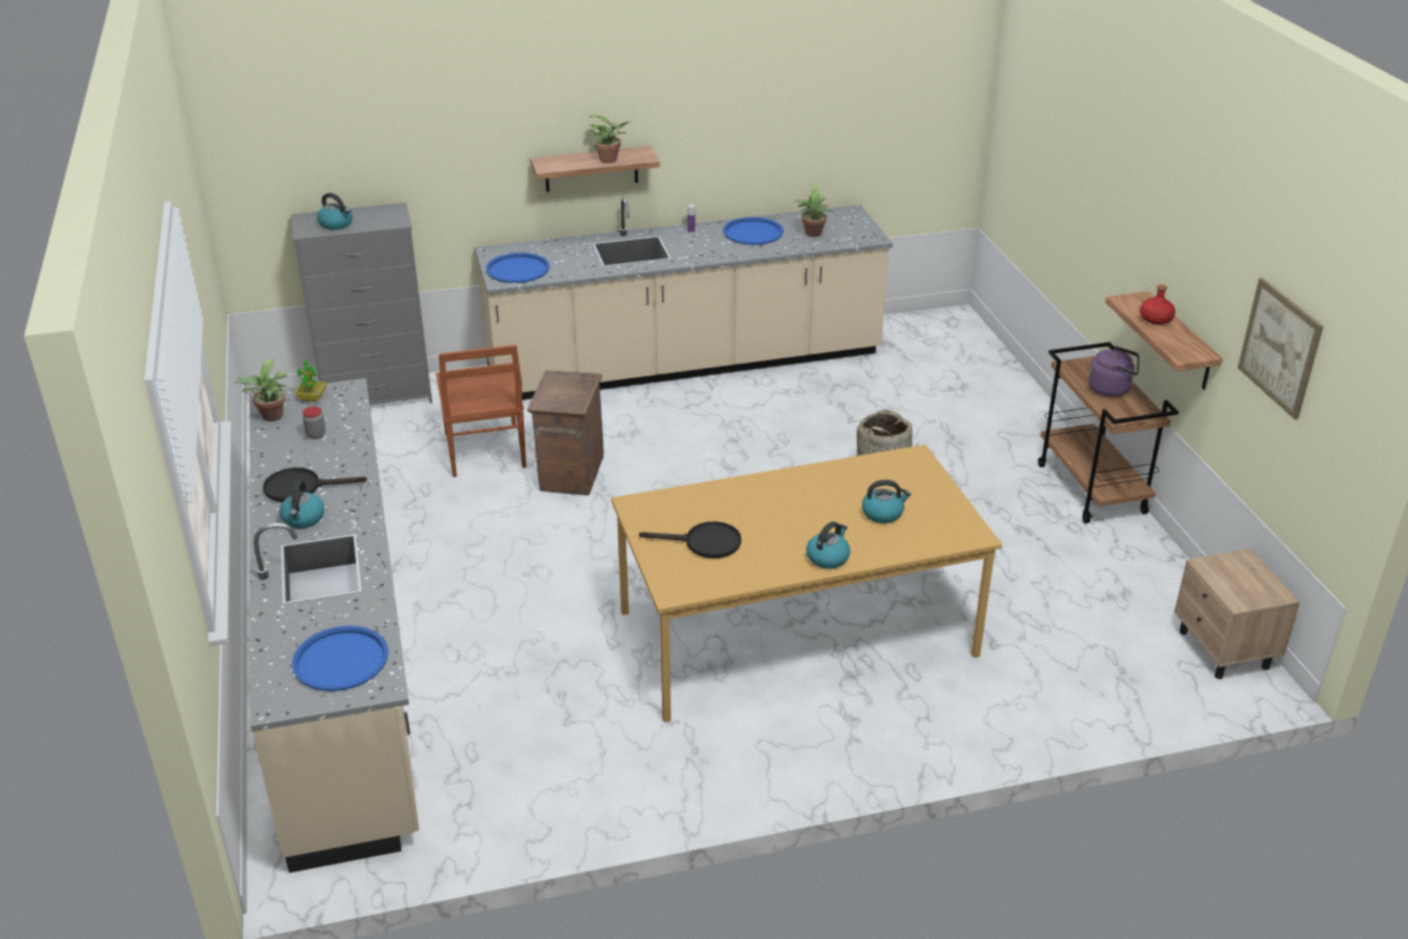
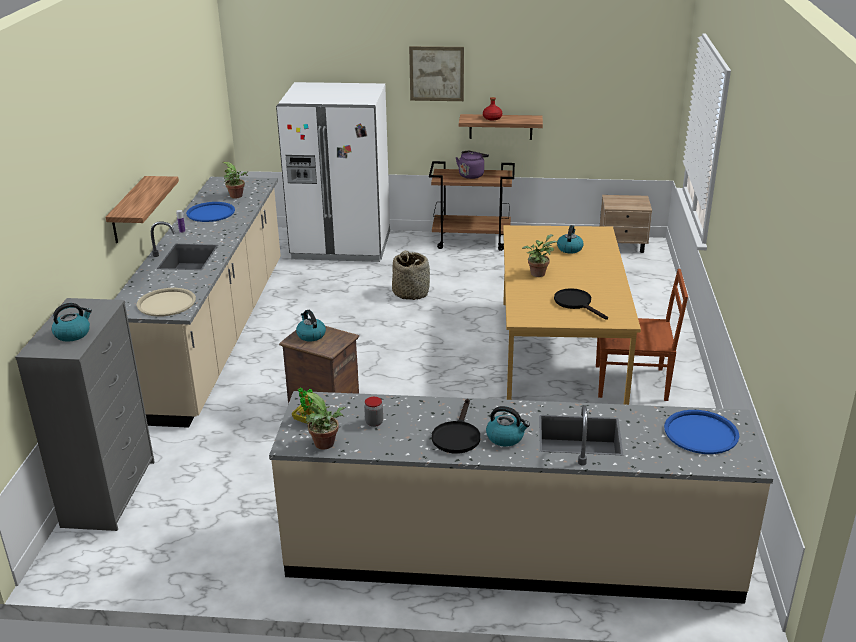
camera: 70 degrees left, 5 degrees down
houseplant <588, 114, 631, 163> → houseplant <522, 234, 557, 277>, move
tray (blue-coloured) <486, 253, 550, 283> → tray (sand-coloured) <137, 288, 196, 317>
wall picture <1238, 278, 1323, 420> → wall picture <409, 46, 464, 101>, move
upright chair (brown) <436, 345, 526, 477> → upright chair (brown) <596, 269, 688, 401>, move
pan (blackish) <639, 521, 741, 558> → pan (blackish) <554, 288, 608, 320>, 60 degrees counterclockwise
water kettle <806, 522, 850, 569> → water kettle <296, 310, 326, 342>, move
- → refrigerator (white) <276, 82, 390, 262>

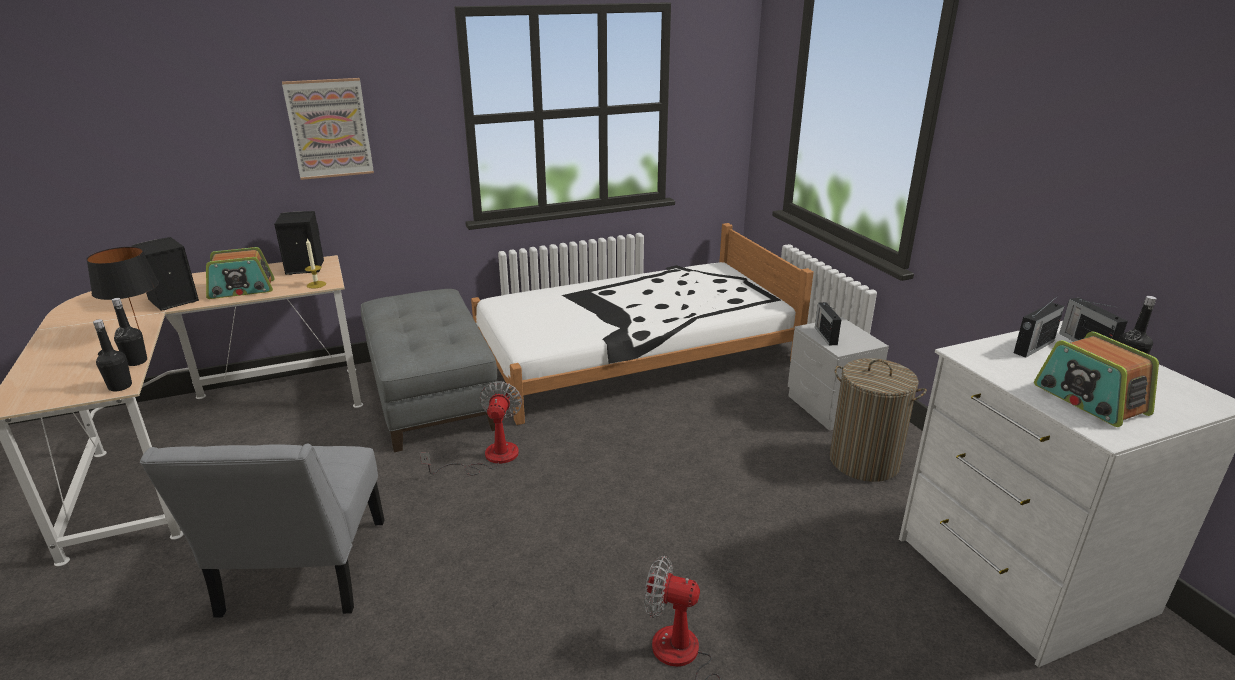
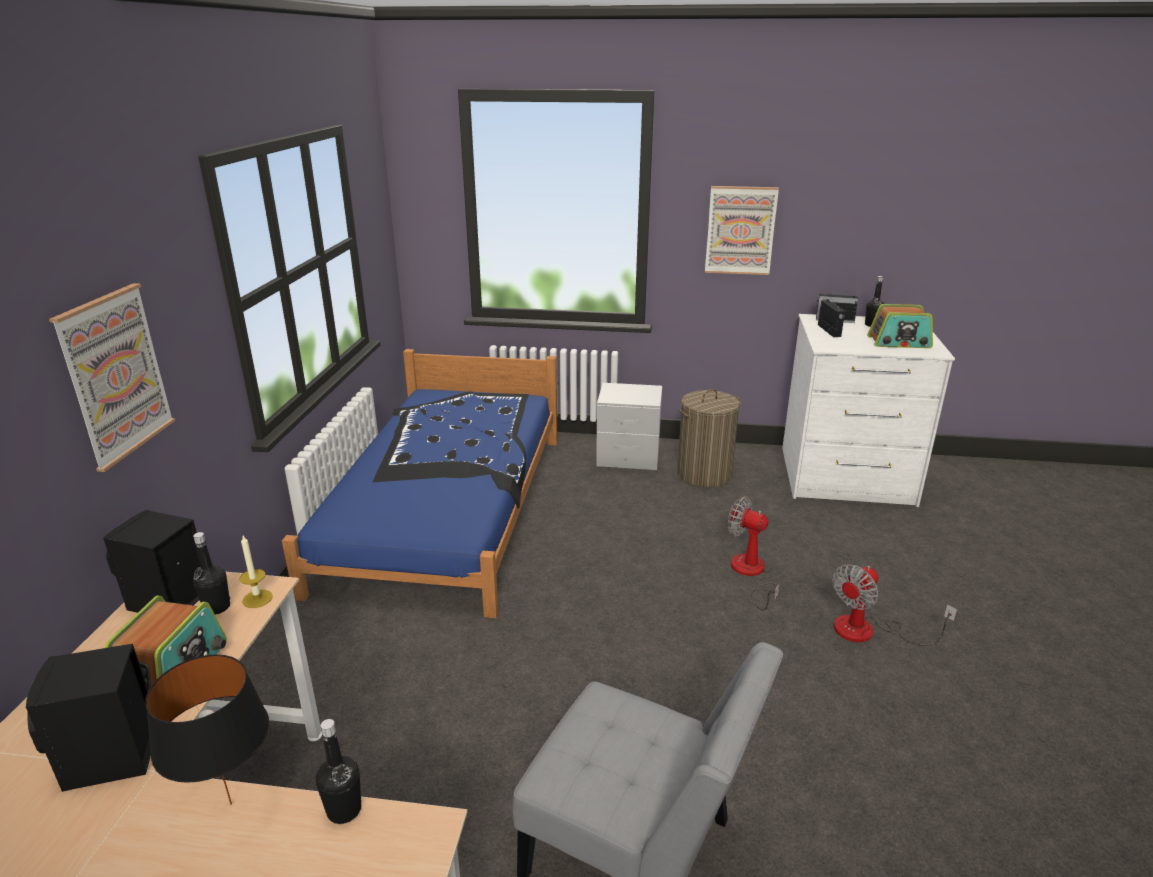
camera: 60 degrees left, 0 degrees up
bed (white) <471, 223, 814, 425> → bed (blue-coloured) <282, 349, 558, 618>
footrest (greyish) <361, 289, 497, 452> → -
radio set <815, 302, 841, 346> → -
beverage bottle (blackish) <93, 319, 132, 391> → beverage bottle (blackish) <193, 532, 230, 615>, move
fan <420, 381, 522, 476> → fan <728, 496, 779, 610>, move
- → wall picture <705, 186, 779, 275>

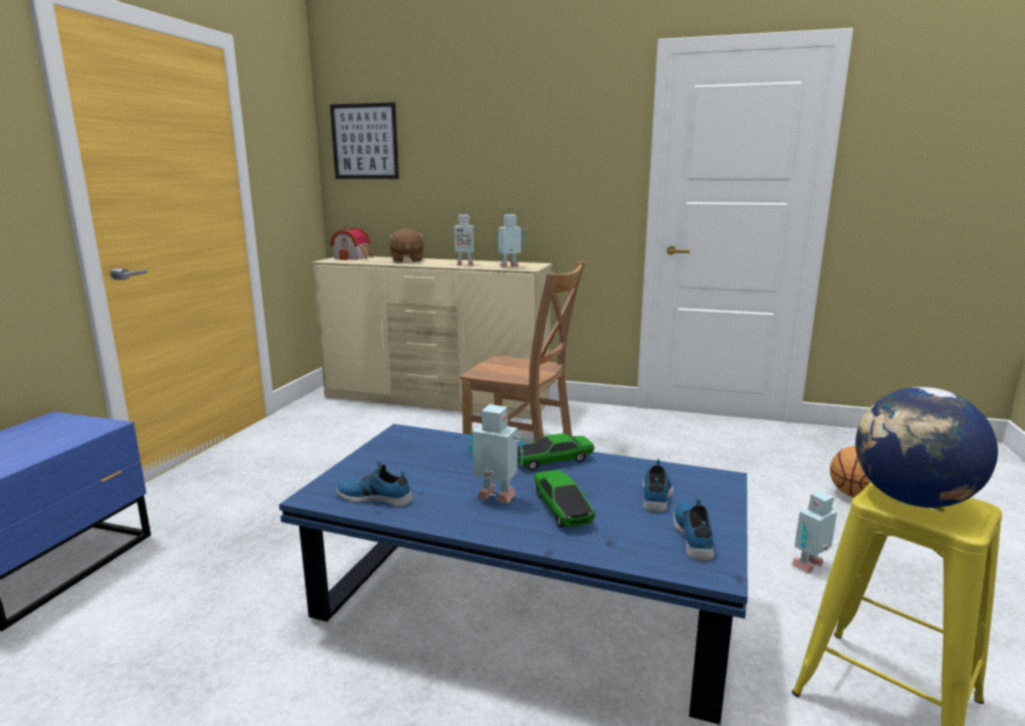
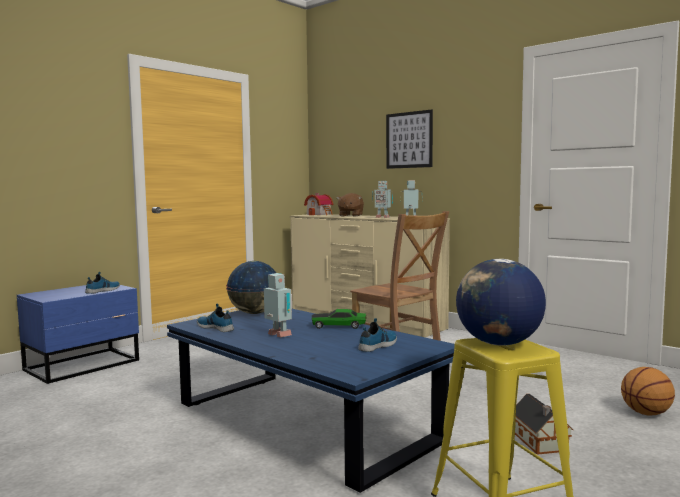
camera: 25 degrees right, 10 degrees down
wall picture <330, 102, 399, 179> → wall picture <386, 109, 433, 169>, move
miniature car <534, 470, 595, 528> → -
model robot <792, 490, 837, 573> → model house <515, 394, 574, 455>
low shoe <673, 498, 714, 561> → low shoe <85, 272, 120, 294>, move
- → globe <226, 261, 276, 314>

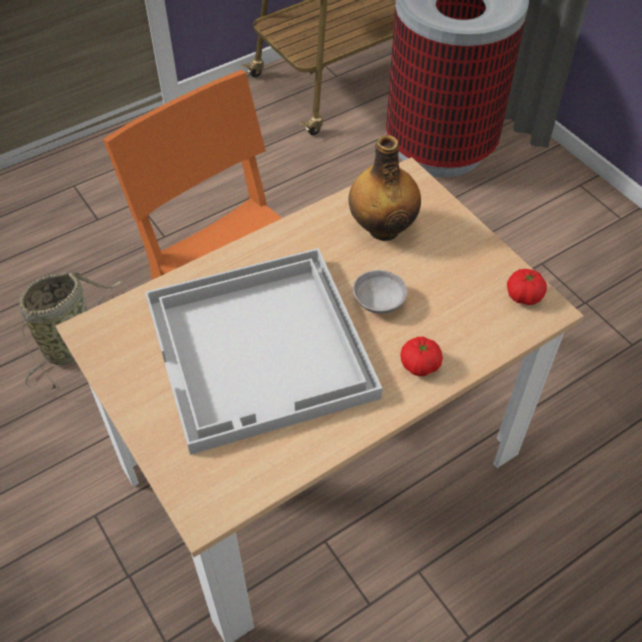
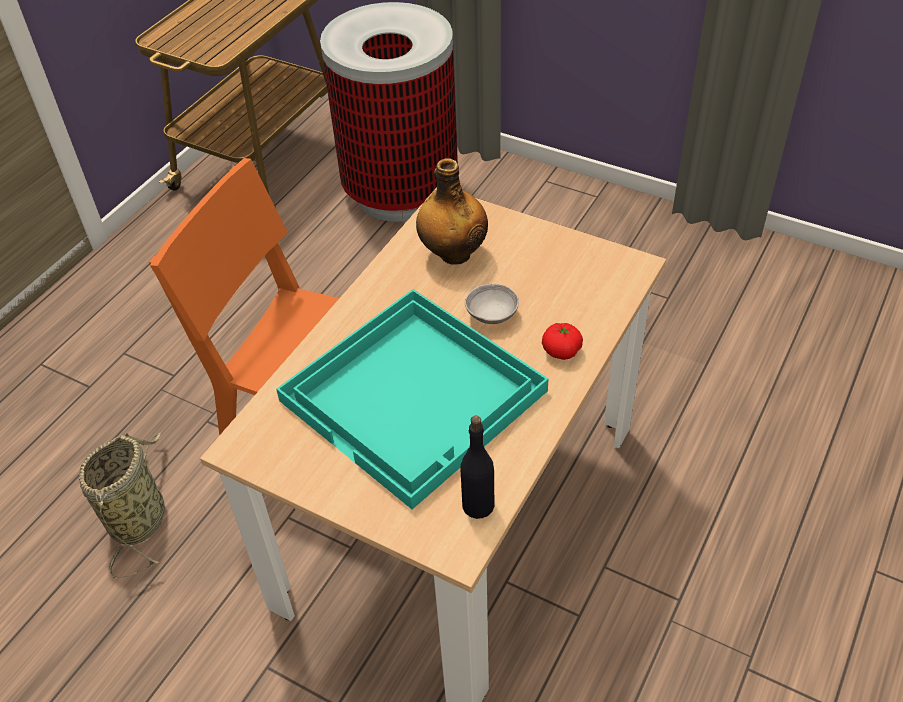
camera: 25 degrees left, 5 degrees down
tray (white) <145, 248, 382, 455> → tray (turquoise) <276, 289, 548, 509>
tomato <507, 269, 547, 305> → -
- → beverage bottle (blackish) <460, 416, 494, 519>

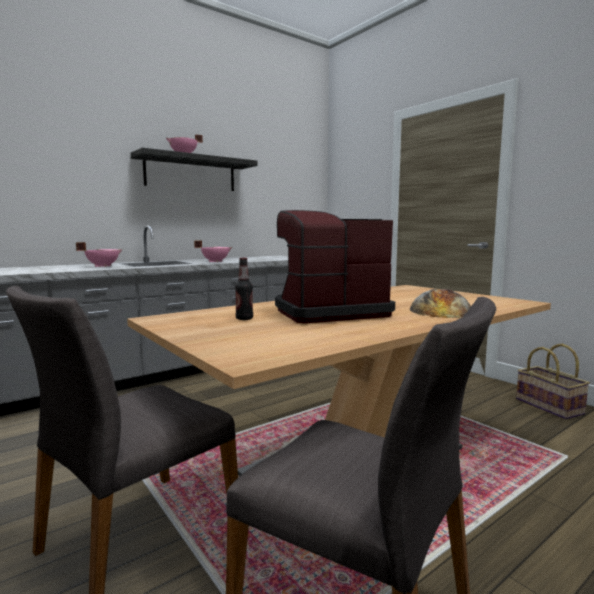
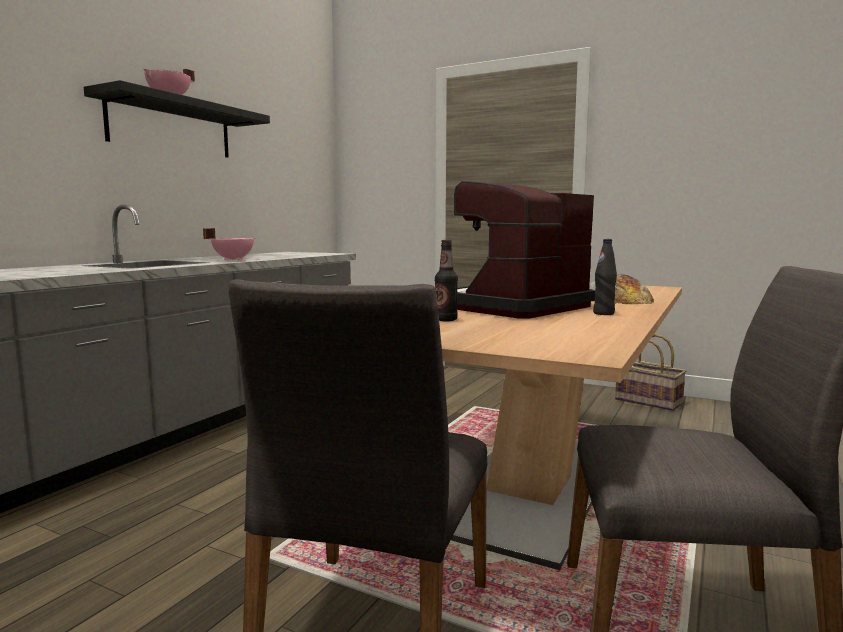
camera: 25 degrees left, 0 degrees up
cooking pot (pinkish) <76, 242, 123, 267> → -
- → beverage bottle (blackish) <593, 239, 617, 315>

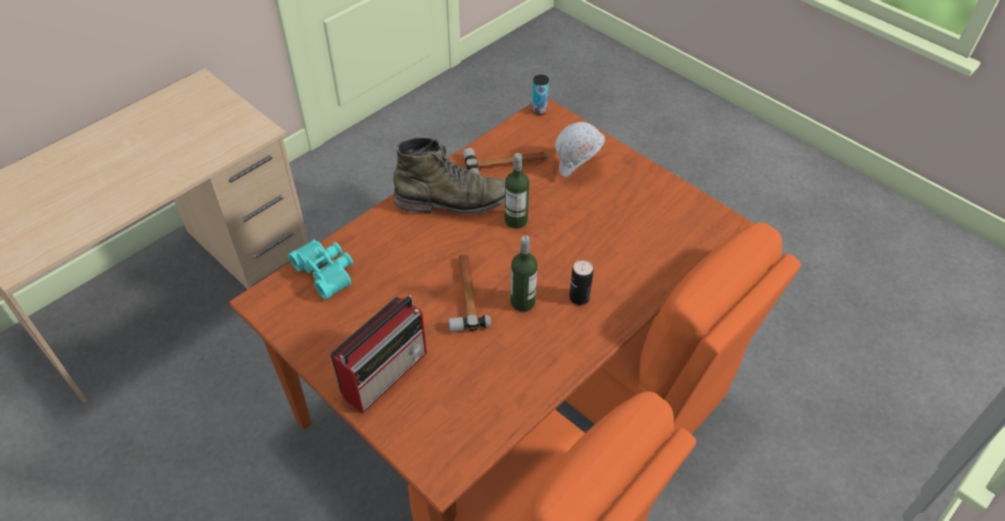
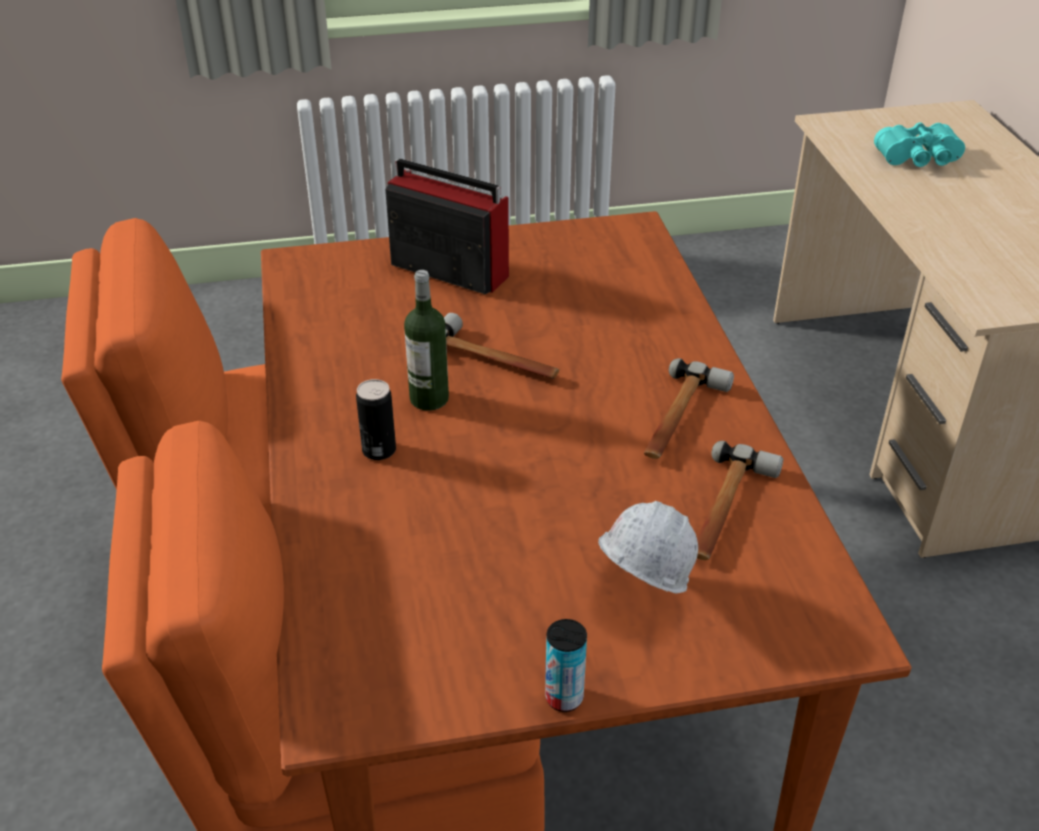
camera: 125 degrees right, 10 degrees down
sealed can <532, 75, 549, 115> → sealed can <545, 619, 587, 712>, move
high-top boot (green-coloured) <393, 137, 506, 214> → hand hammer <644, 358, 734, 459>
beverage bottle <505, 153, 529, 229> → -
binoculars (turquoise) <288, 239, 353, 300> → binoculars (turquoise) <874, 122, 965, 167>, move
radio set <330, 295, 427, 414> → radio set <385, 159, 509, 294>, 135 degrees clockwise

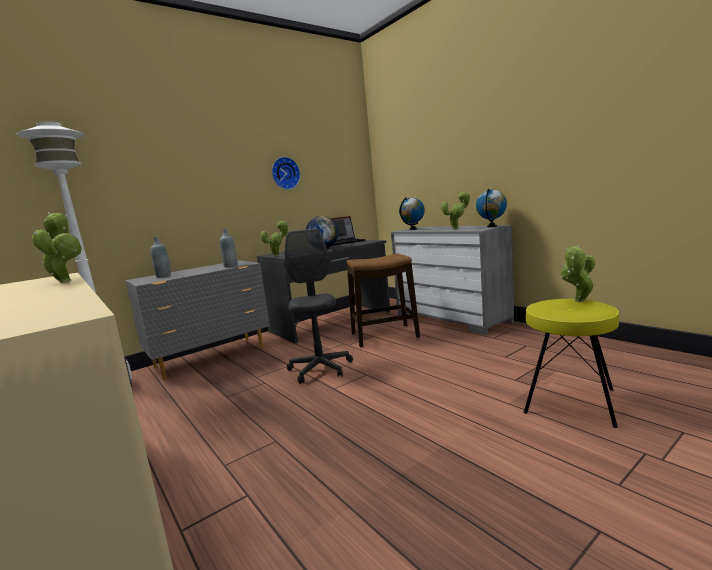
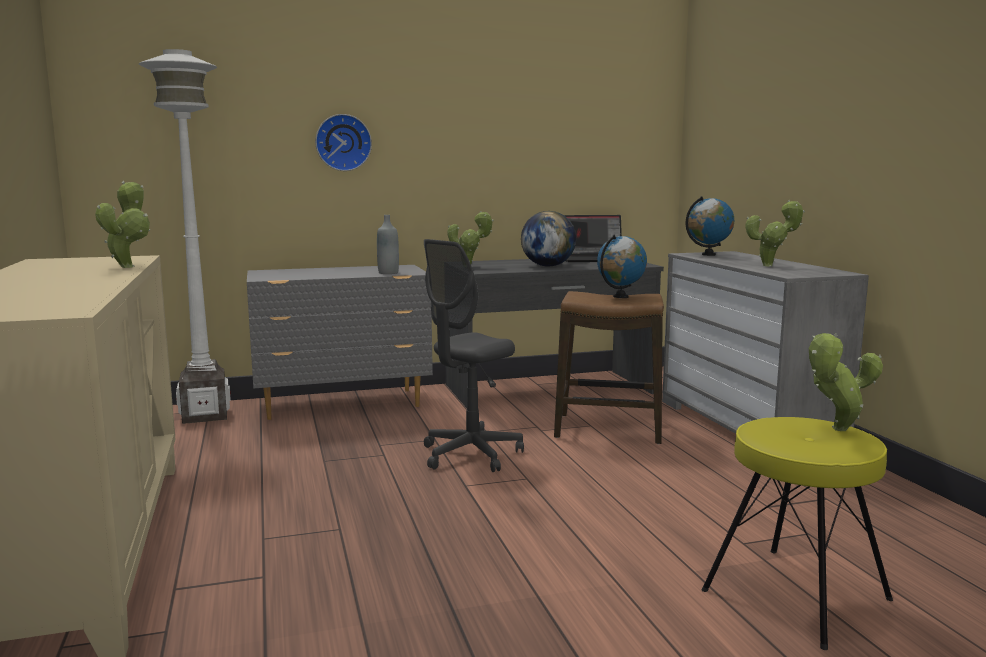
camera: 20 degrees right, 0 degrees up
wall clock <272, 157, 300, 190> → wall clock <315, 114, 372, 171>, move
globe <476, 189, 507, 227> → globe <597, 235, 647, 298>, move
office chair (greyish) <285, 229, 353, 384> → office chair (greyish) <424, 239, 524, 472>, 150 degrees counterclockwise
beverage bottle (greyish) <150, 236, 171, 278> → -

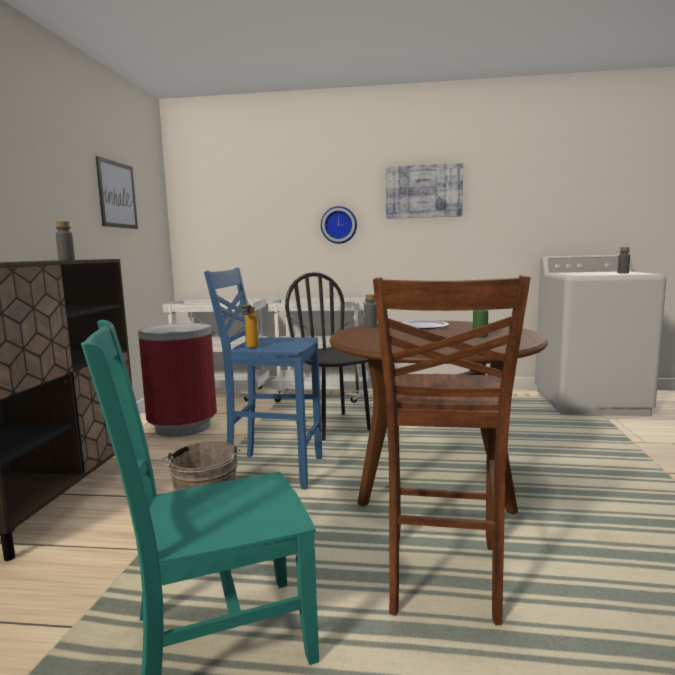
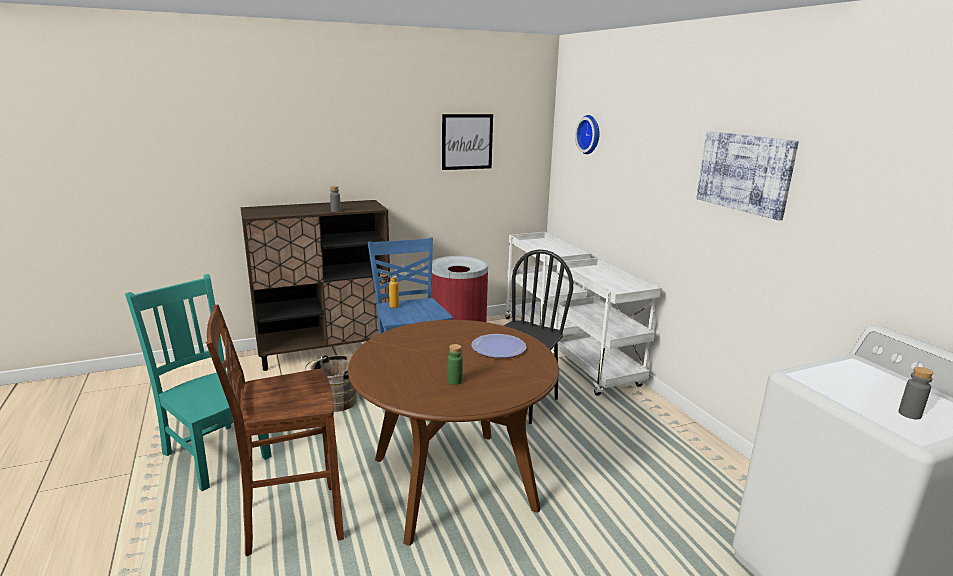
camera: 60 degrees right, 10 degrees up
wall clock <321, 206, 357, 244> → wall clock <575, 115, 599, 154>, move
beverage bottle (greyish) <364, 295, 377, 328> → -

